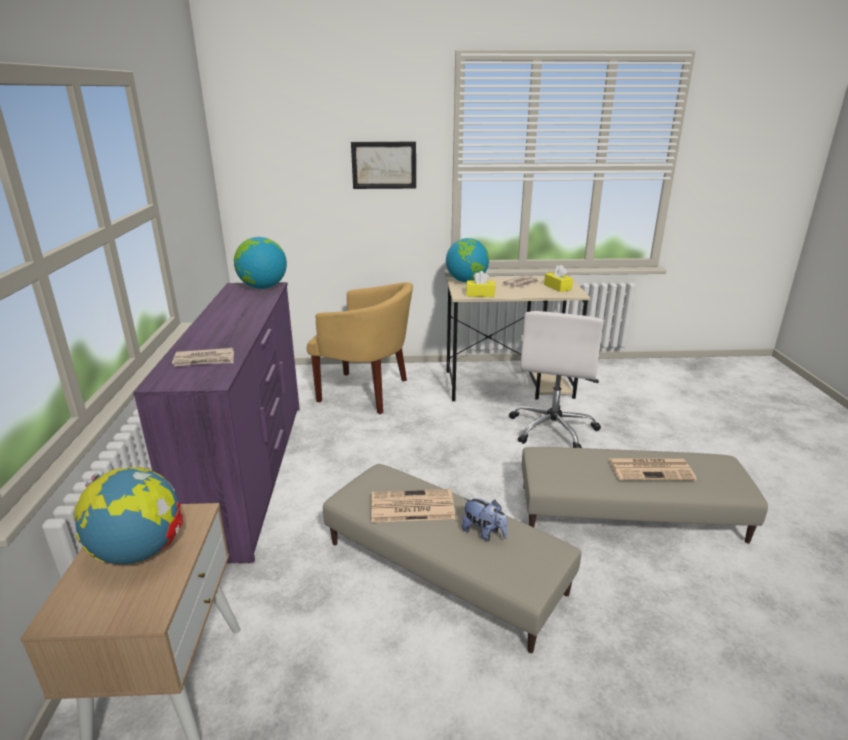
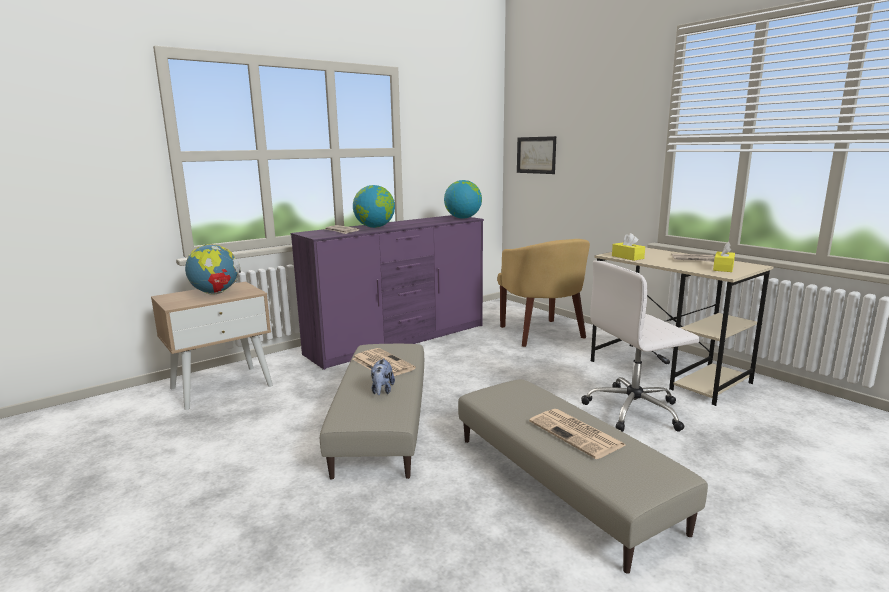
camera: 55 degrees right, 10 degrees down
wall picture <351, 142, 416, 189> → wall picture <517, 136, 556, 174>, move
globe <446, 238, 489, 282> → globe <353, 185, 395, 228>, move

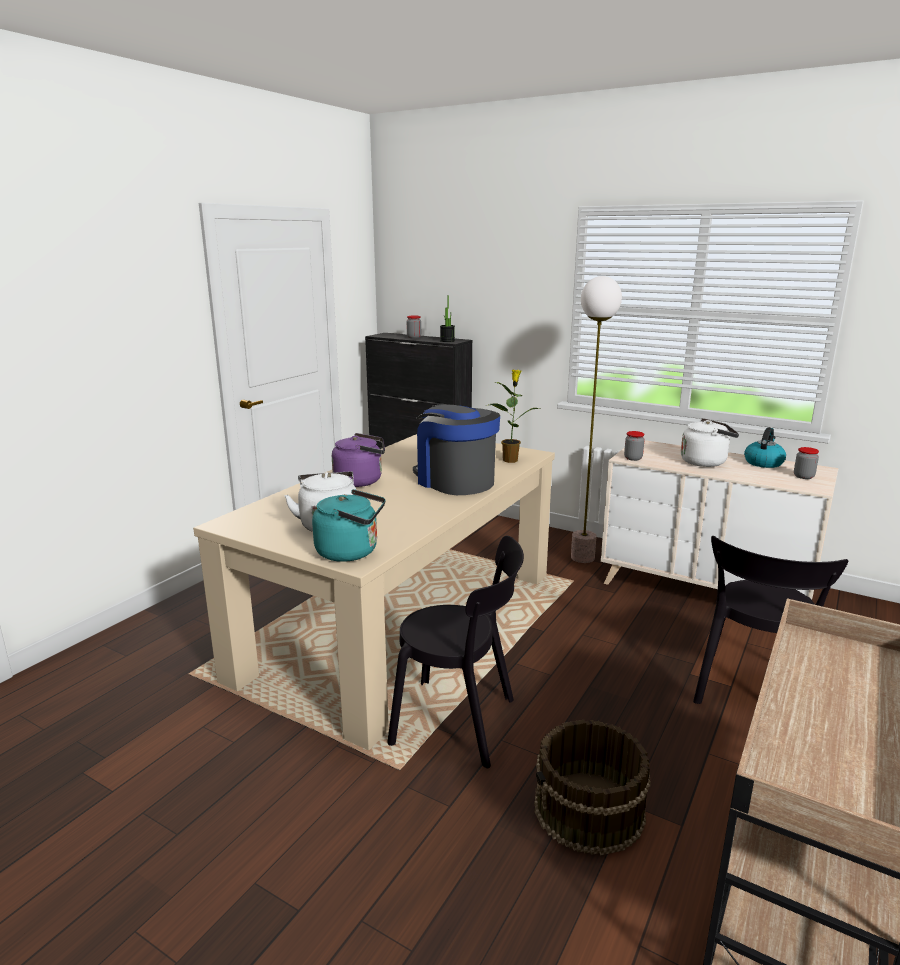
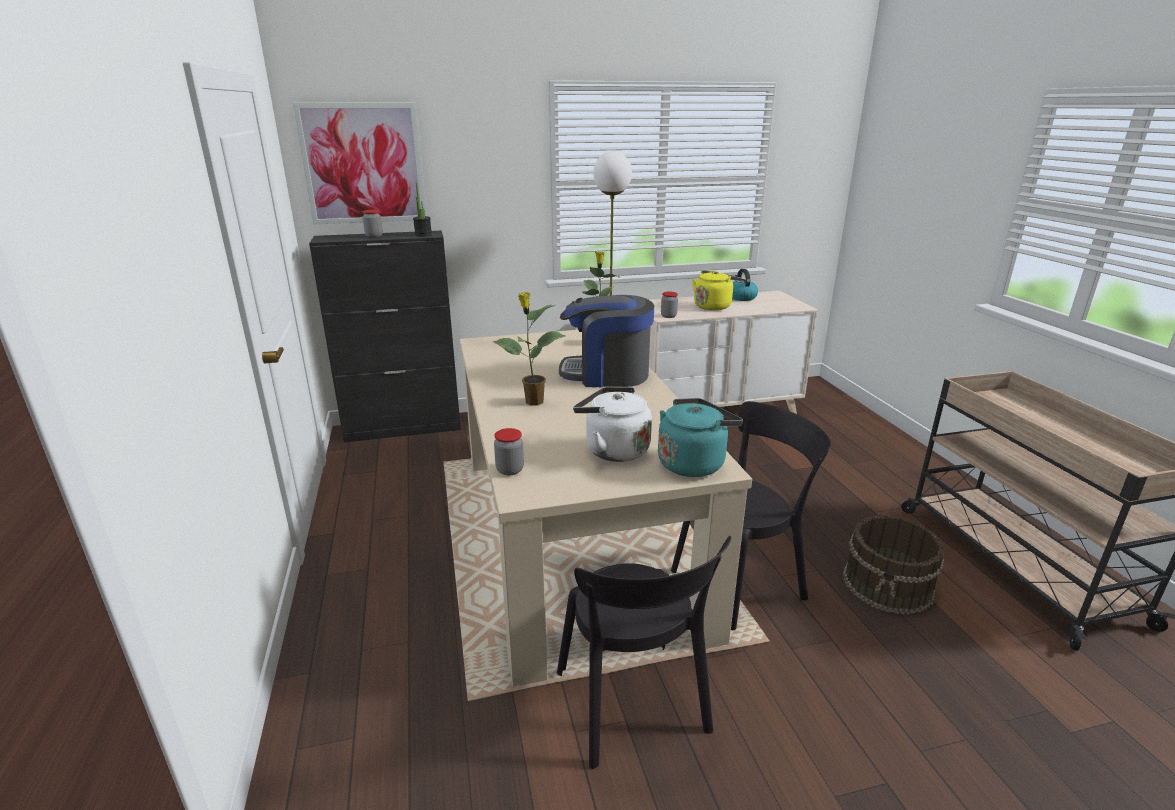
camera: 45 degrees left, 5 degrees up
water kettle (white) <681, 418, 739, 467> → water kettle (yellow) <692, 270, 741, 310>
water kettle (purplish) <332, 433, 385, 487> → houseplant <492, 292, 566, 405>
preserve jar <794, 447, 819, 479> → preserve jar <494, 428, 524, 475>, move
upright chair (blackish) <693, 536, 848, 704> → upright chair (blackish) <557, 536, 731, 769>, move
- → wall picture <293, 103, 426, 224>

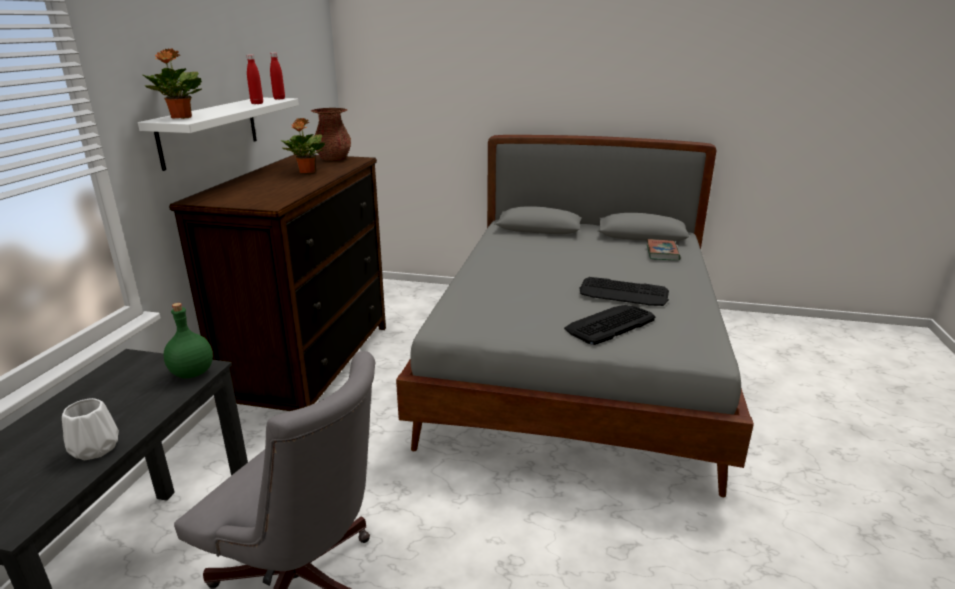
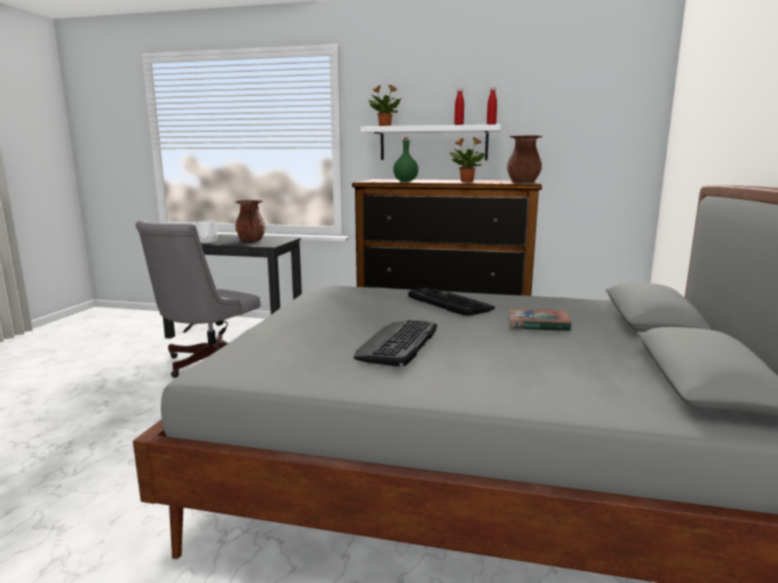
camera: 90 degrees right, 10 degrees down
volume <647, 239, 680, 260> → volume <508, 308, 571, 331>, move
beverage bottle (green-coloured) <164, 303, 213, 379> → beverage bottle (green-coloured) <393, 137, 418, 181>, move
PC keyboard <564, 305, 656, 345> → PC keyboard <408, 288, 495, 316>, move
- → flower vase (brown) <235, 200, 266, 241>

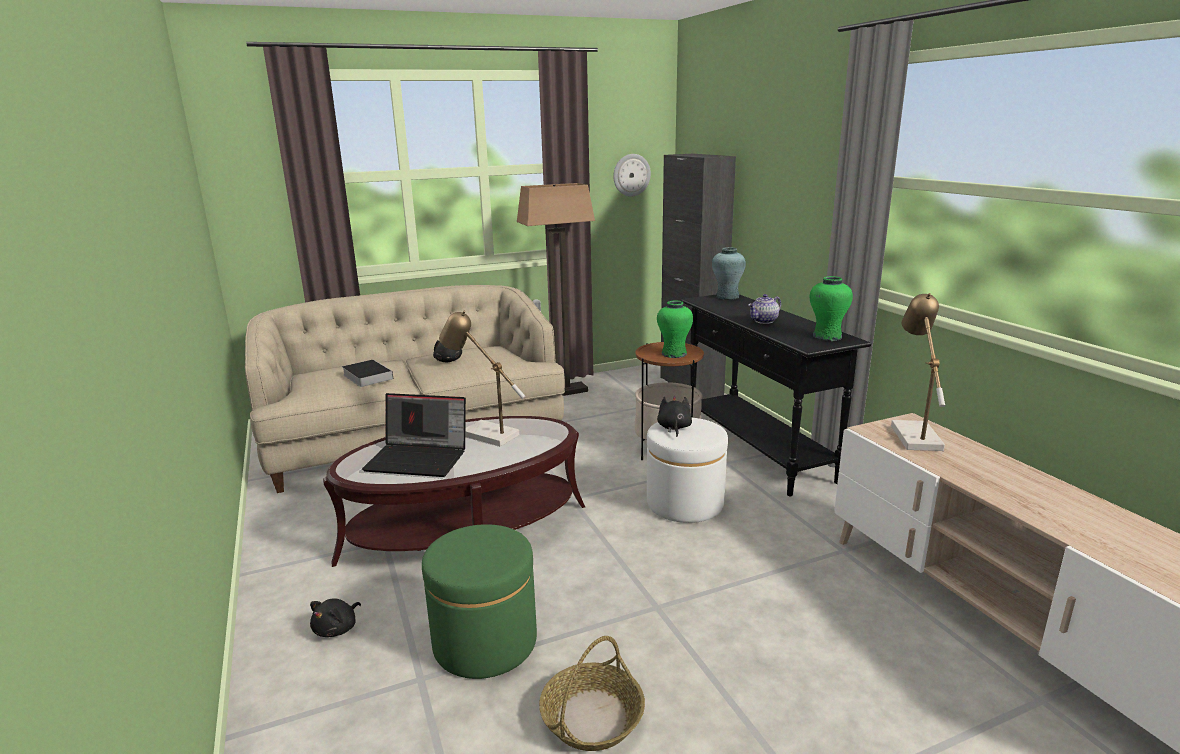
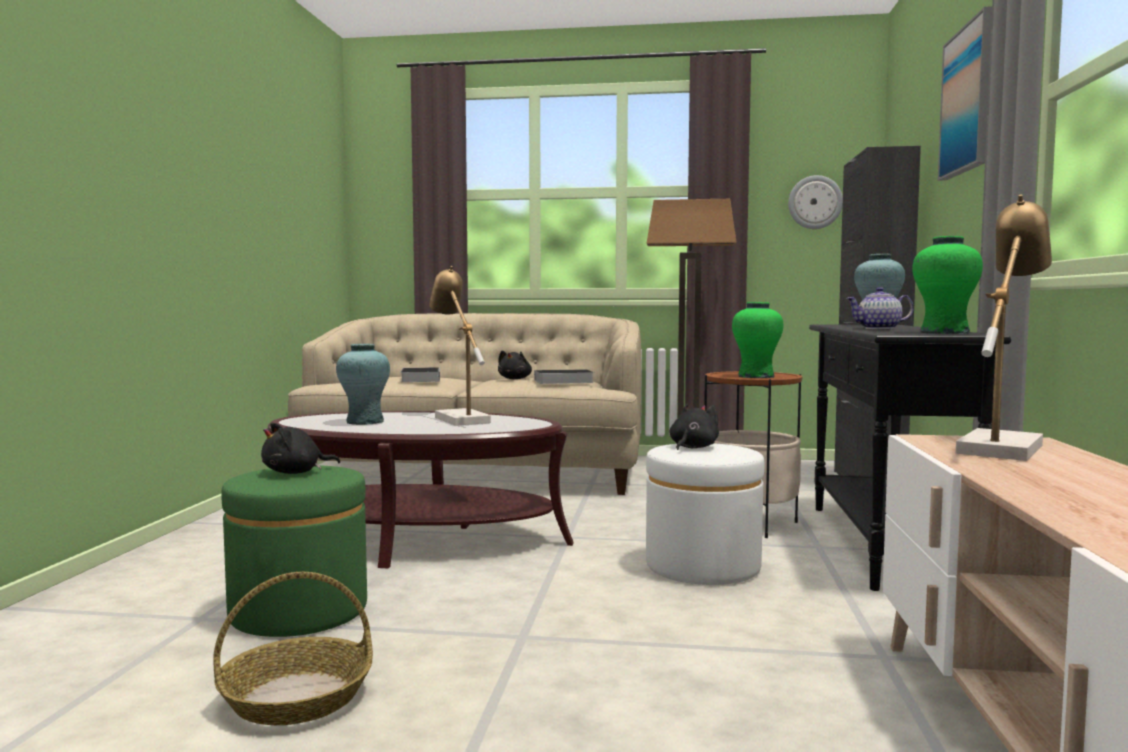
camera: 30 degrees right, 15 degrees down
notebook computer <362, 393, 466, 477> → flower vase (turquoise) <336, 344, 390, 425>
soft toy (blackish) <310, 599, 361, 637> → soft toy (blackish) <261, 423, 340, 474>, move
- → wall picture <938, 6, 992, 181>
- → volume <534, 369, 594, 384>

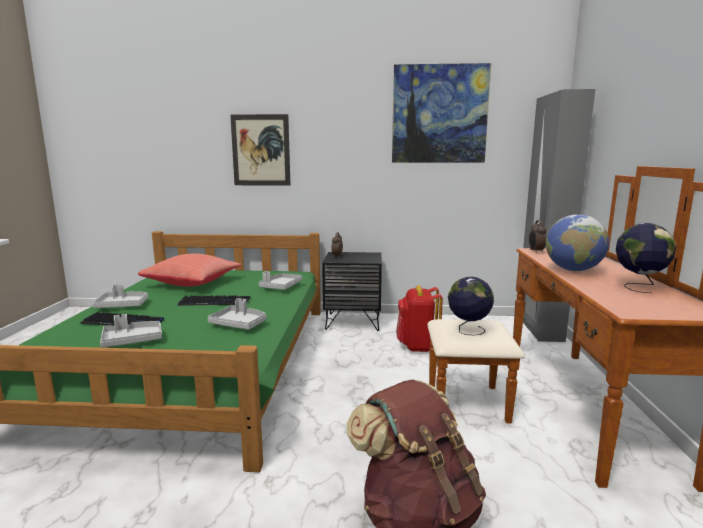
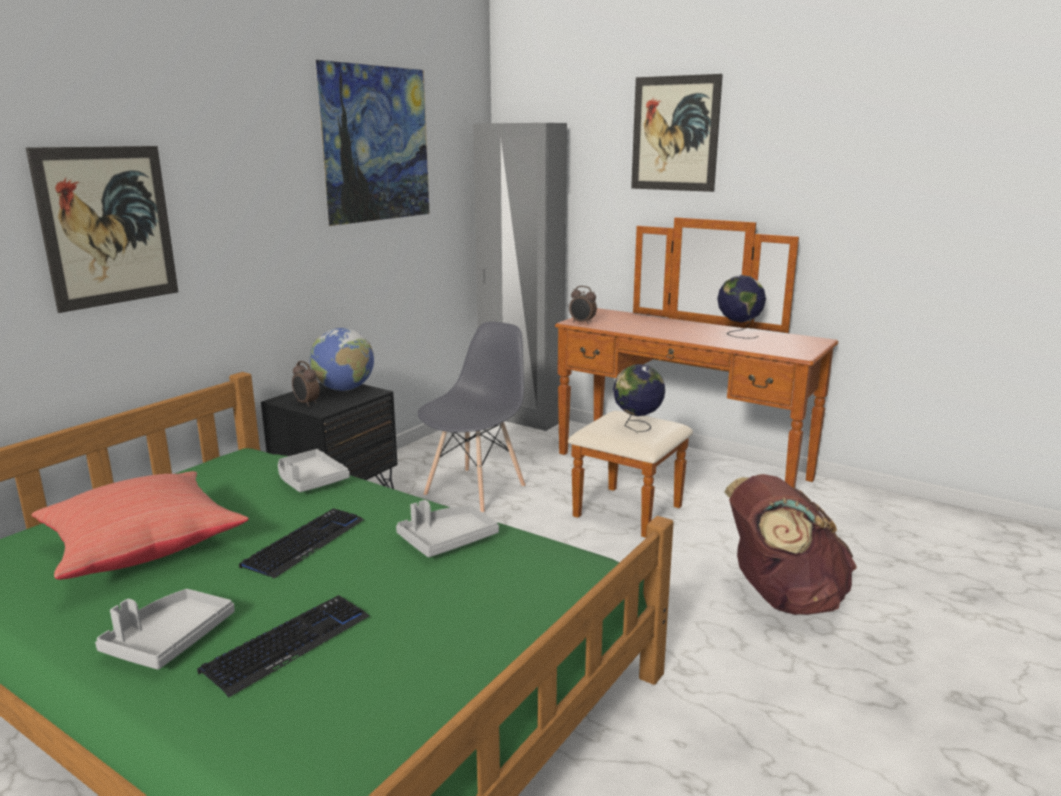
camera: 60 degrees left, 5 degrees up
globe <546, 214, 609, 271> → globe <310, 328, 374, 391>, move
knapsack (reddish) <396, 285, 443, 352> → upright chair (greyish) <418, 322, 525, 513>
tray (greyish) <100, 314, 162, 348> → -
- → wall picture <631, 74, 723, 192>

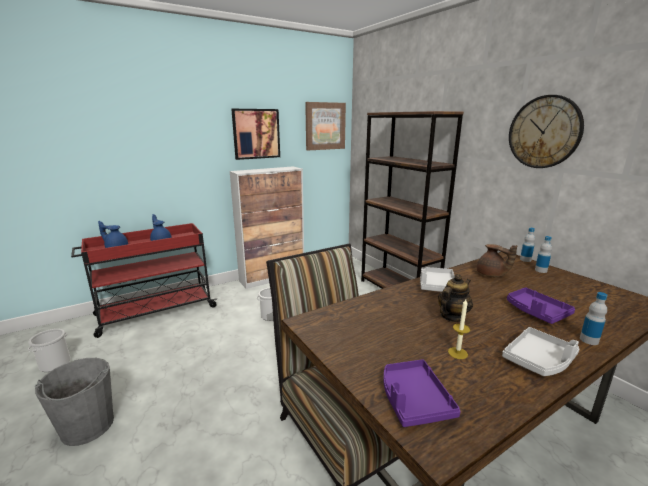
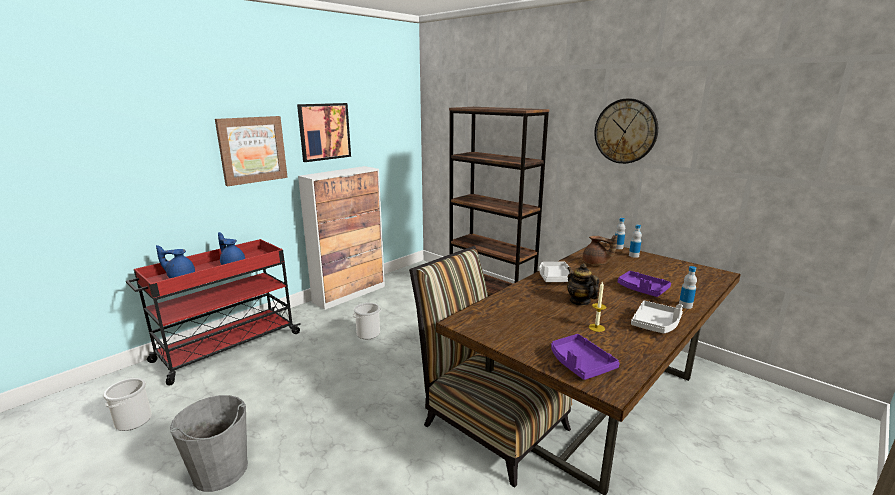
camera: 15 degrees left, 0 degrees up
wall picture <305, 102, 346, 150> → wall picture <215, 116, 288, 186>, move
tea pot <438, 274, 473, 322> → tea pot <567, 263, 599, 306>, 60 degrees counterclockwise

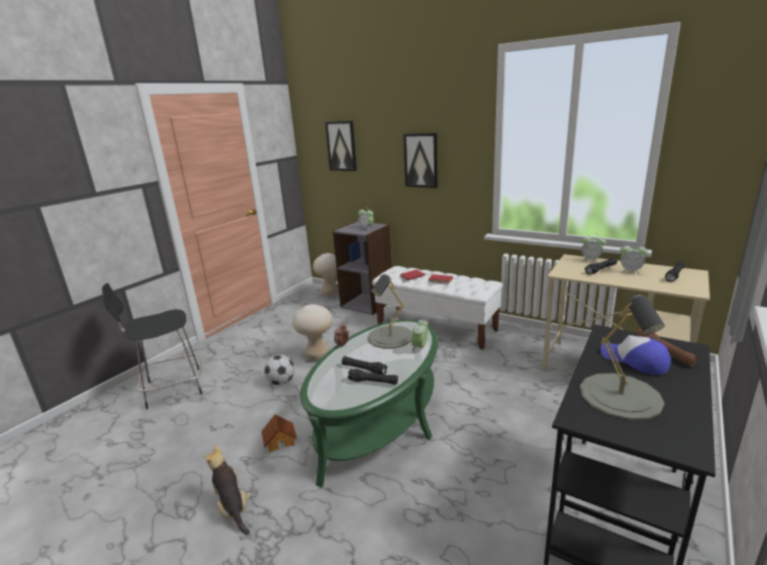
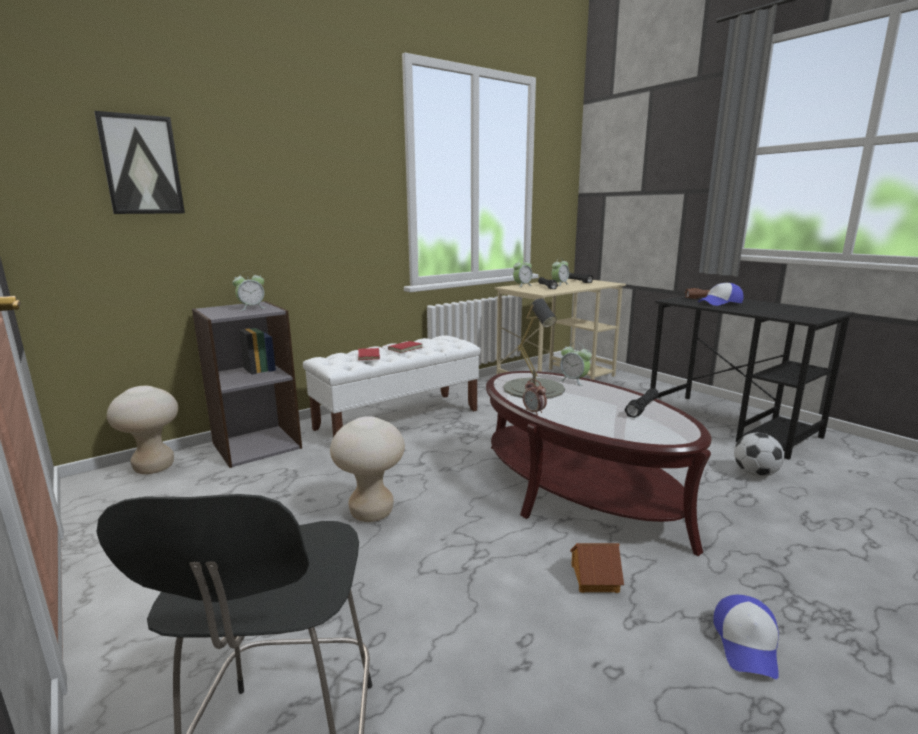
camera: 70 degrees left, 5 degrees down
wall picture <403, 133, 438, 188> → -
table lamp (greyish) <580, 295, 665, 420> → -
coffee table (green-coloured) <300, 319, 438, 488> → coffee table (brown) <486, 371, 712, 556>
ball for football <264, 355, 295, 385> → ball for football <734, 433, 784, 477>, move
torch (blackish) <342, 356, 388, 375> → -
soft toy <205, 445, 252, 535> → cap <713, 595, 779, 679>

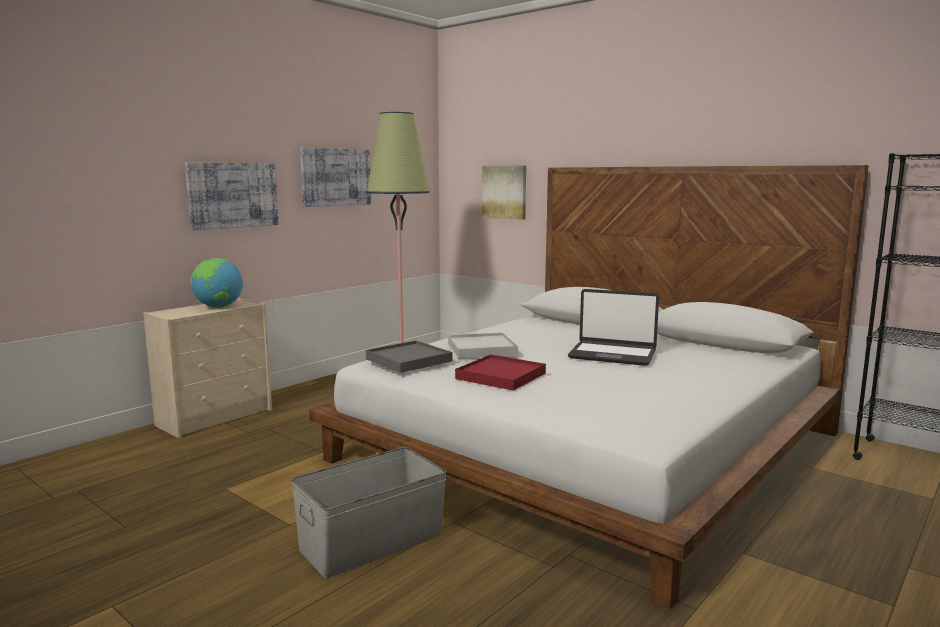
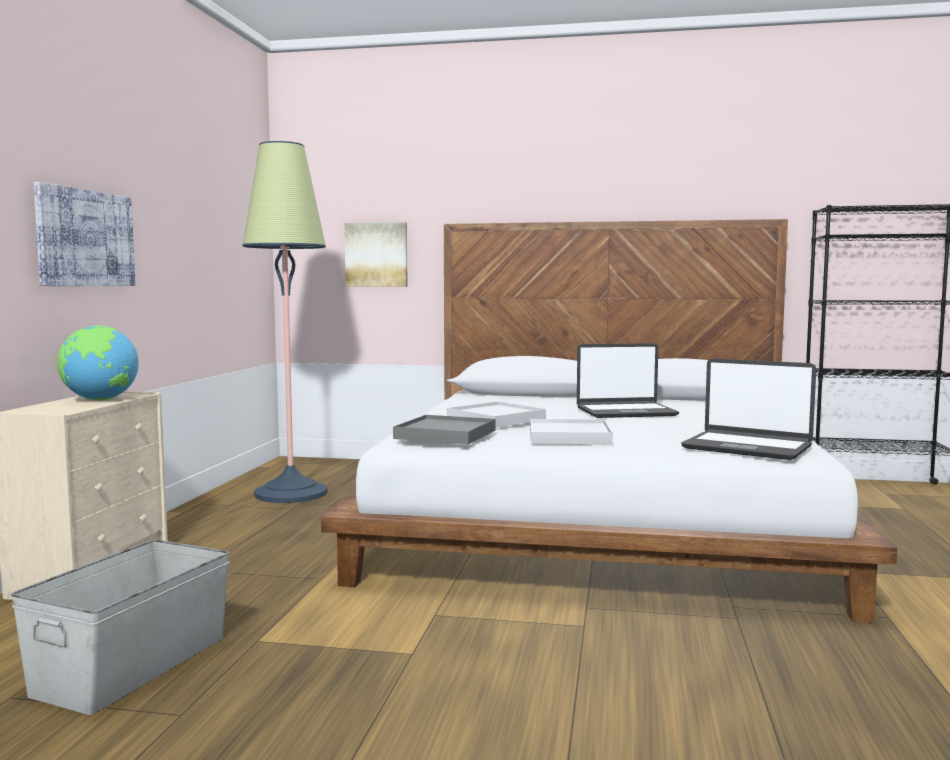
camera: 30 degrees left, 5 degrees down
wall picture <300, 147, 371, 207> → -
tray (reddish) <455, 354, 546, 390> → tray (white) <530, 419, 613, 445>
storage box (greyish) <291, 447, 447, 579> → storage box (greyish) <11, 539, 229, 715>, move
- → notebook computer <681, 358, 816, 460>

